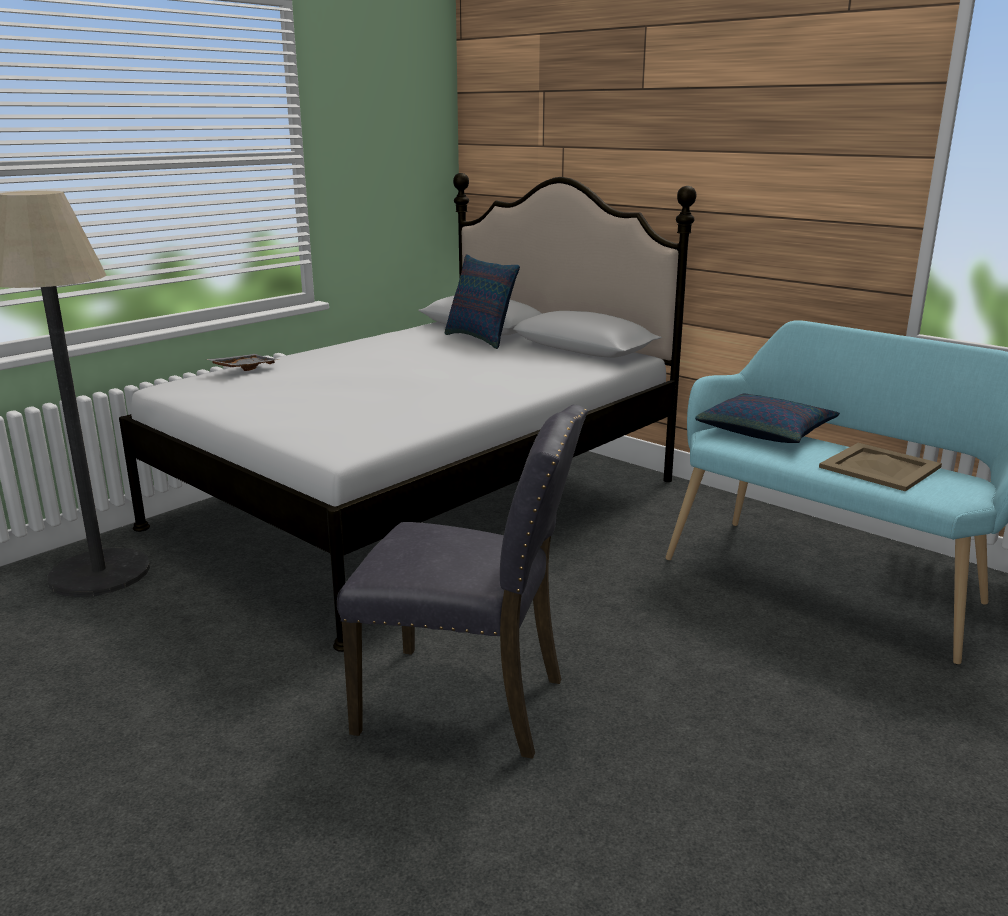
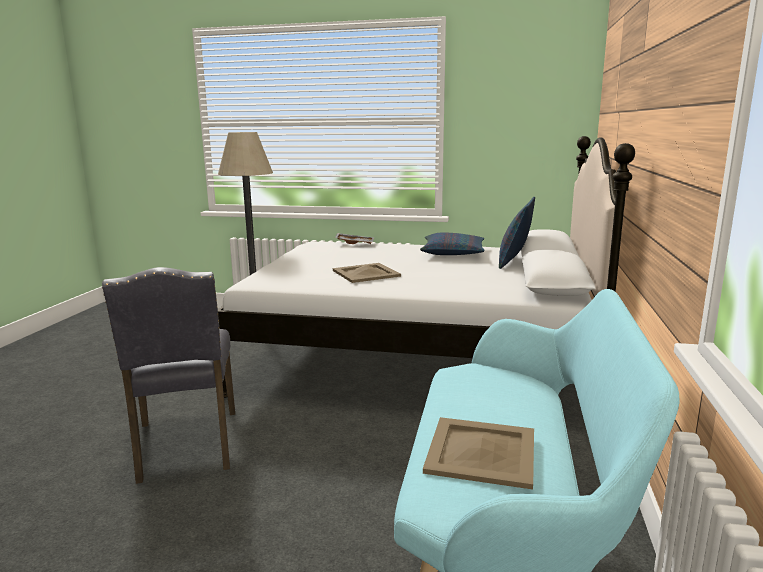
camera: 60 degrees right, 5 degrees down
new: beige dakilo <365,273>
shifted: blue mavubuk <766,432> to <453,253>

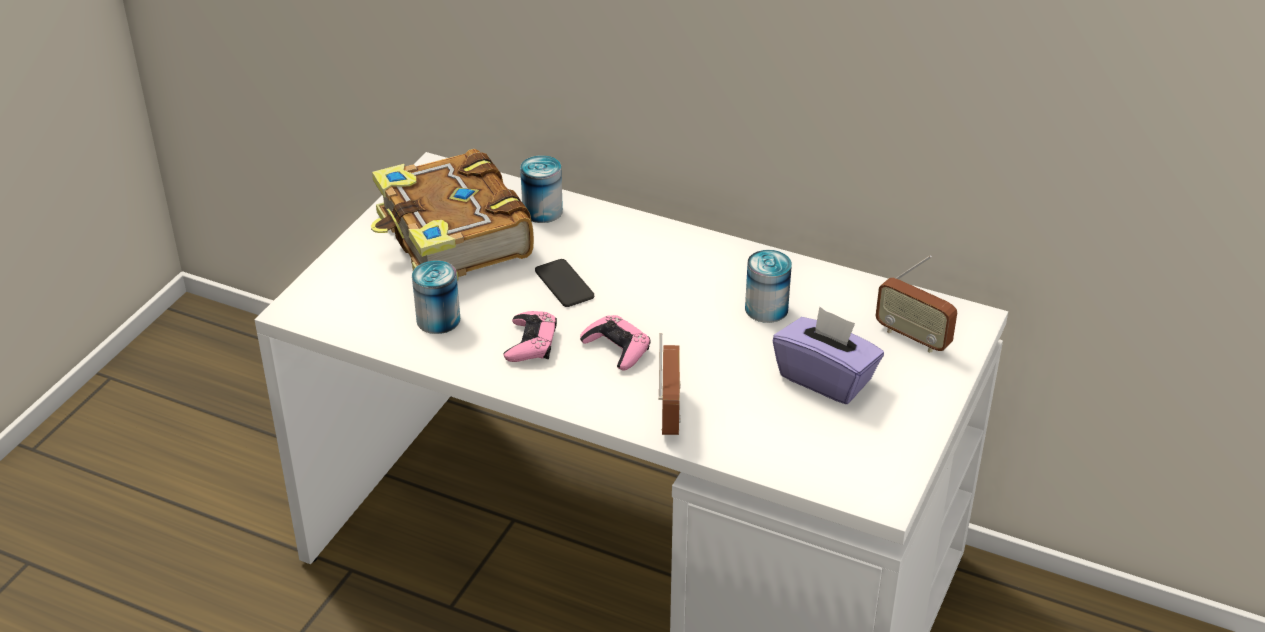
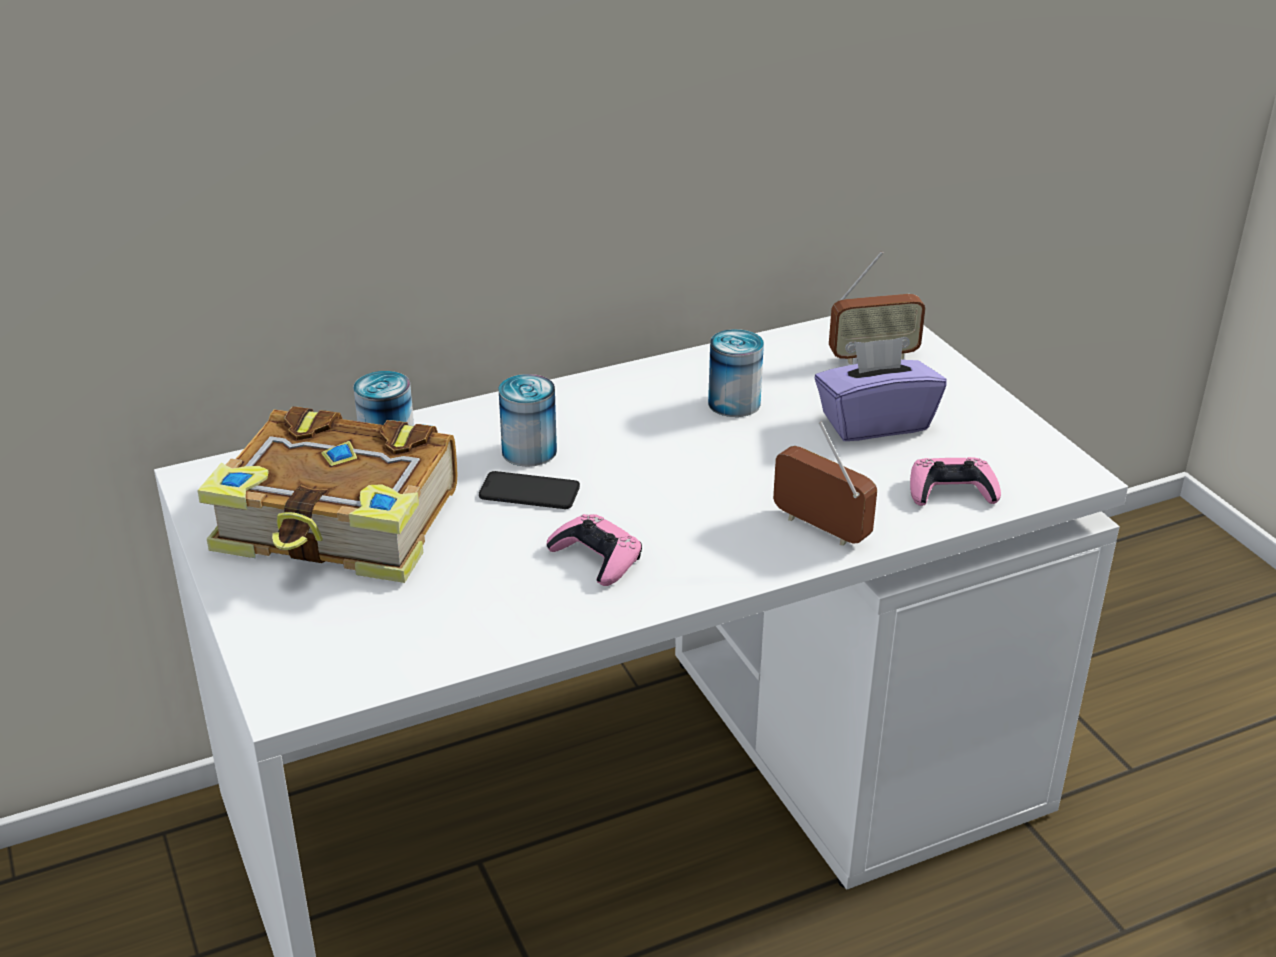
camera: 50 degrees left, 5 degrees down
shifted: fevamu <438,320> to <529,451>; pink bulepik <617,348> to <951,491>

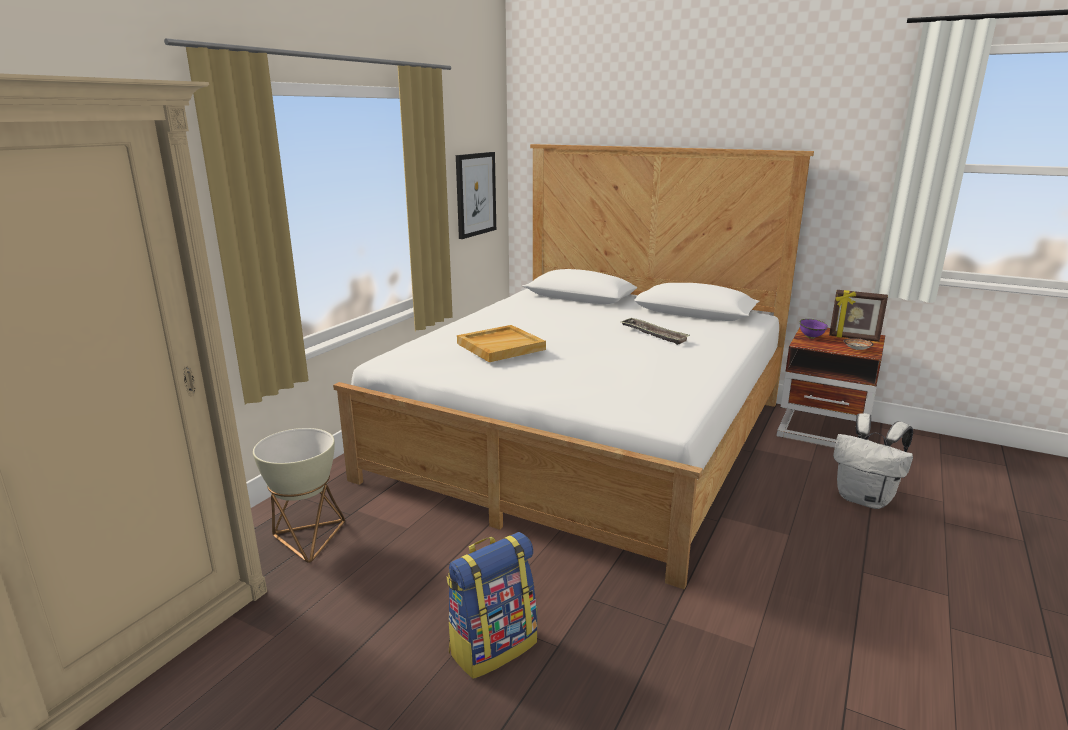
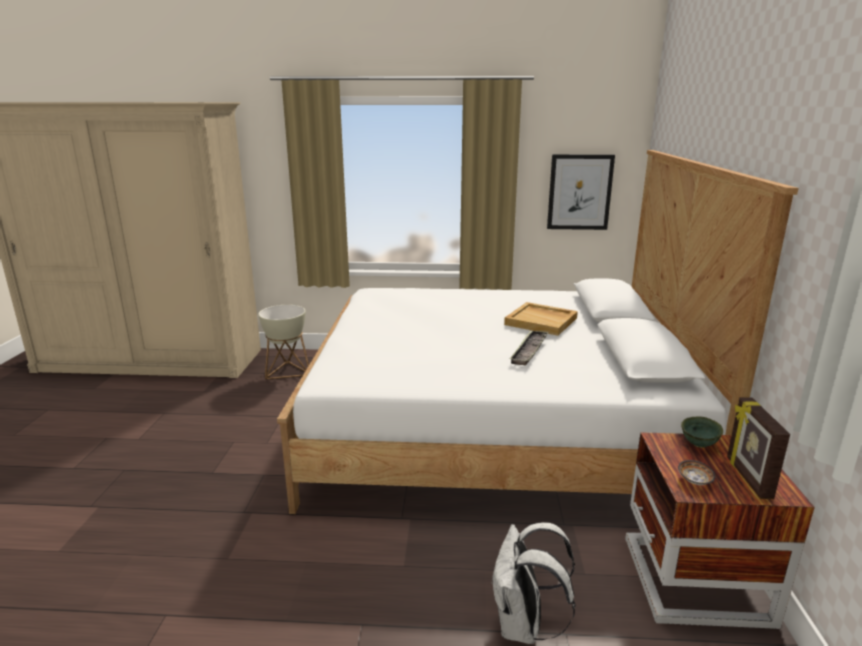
camera: 65 degrees right, 0 degrees up
gone: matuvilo <493,646>
shifted: beige dakilo <501,346> to <541,321>
repainted: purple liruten <811,337> to green liruten <699,445>

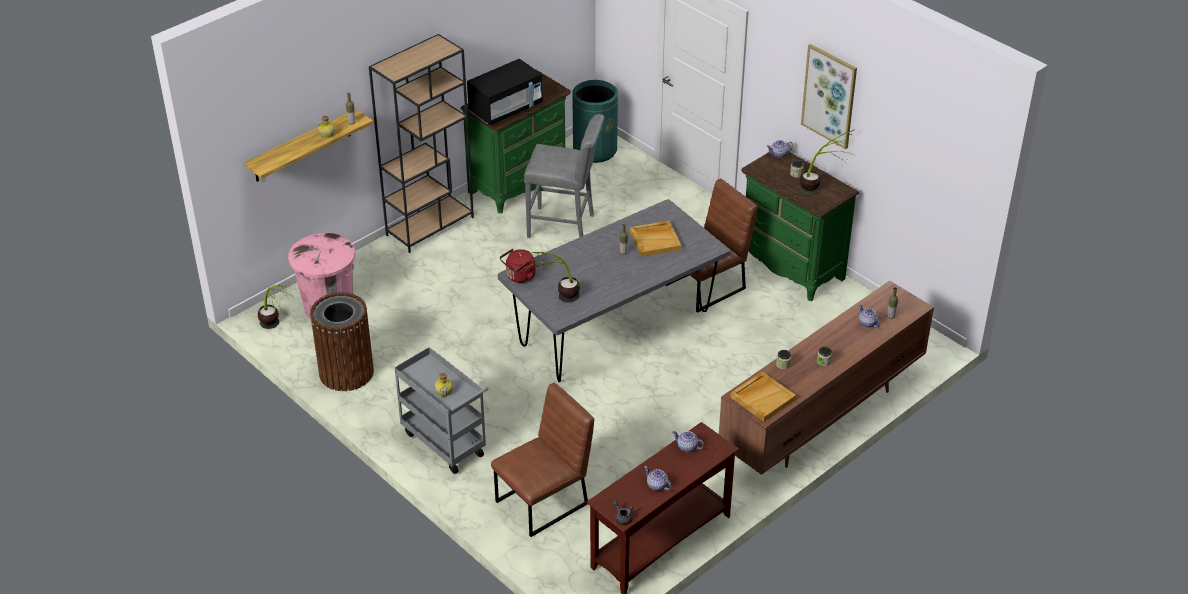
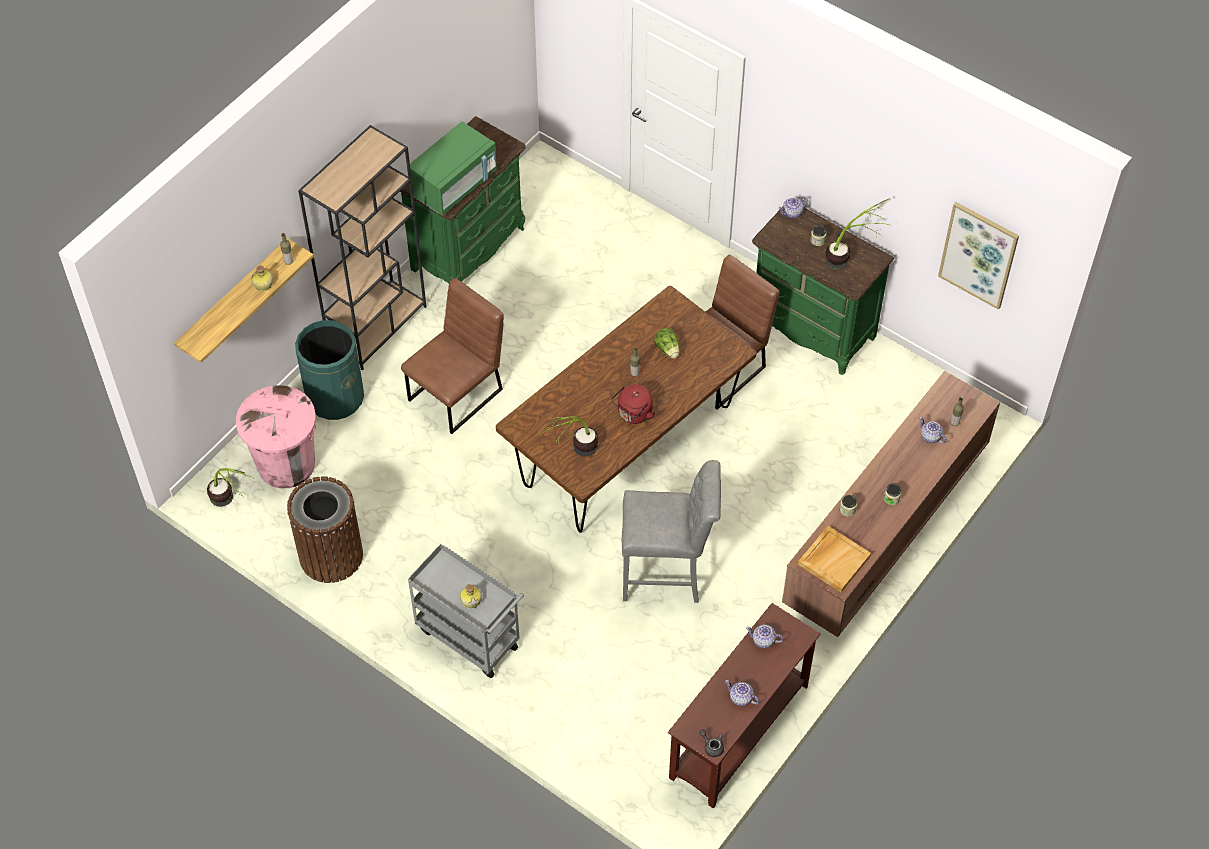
camera: 10 degrees left, 15 degrees up
shifted: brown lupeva <544,501> to <458,393>; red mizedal <519,277> to <633,414>; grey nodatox <565,227> to <667,574>; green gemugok <595,150> to <335,397>; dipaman <829,96> to <978,254>
swapped: beige dakilo <655,240> to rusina <668,349>
repainted: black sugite <506,109> to green sugite <454,185>; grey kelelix <614,329> to brown kelelix <627,448>

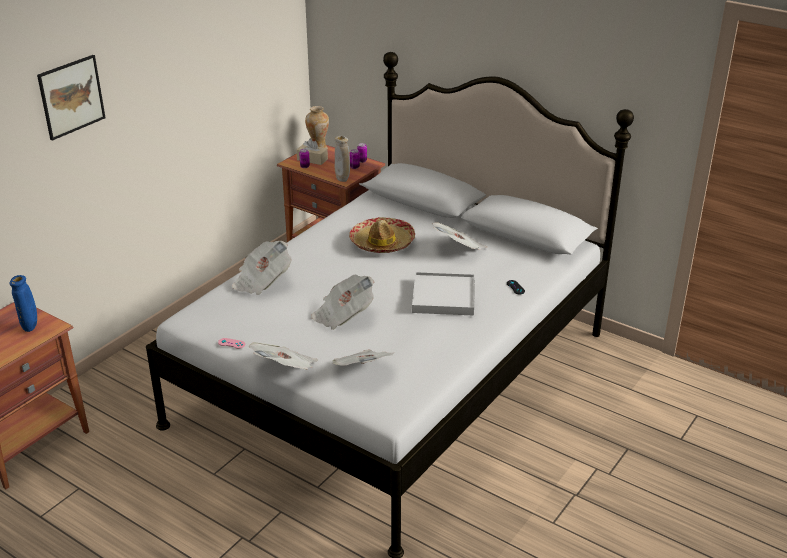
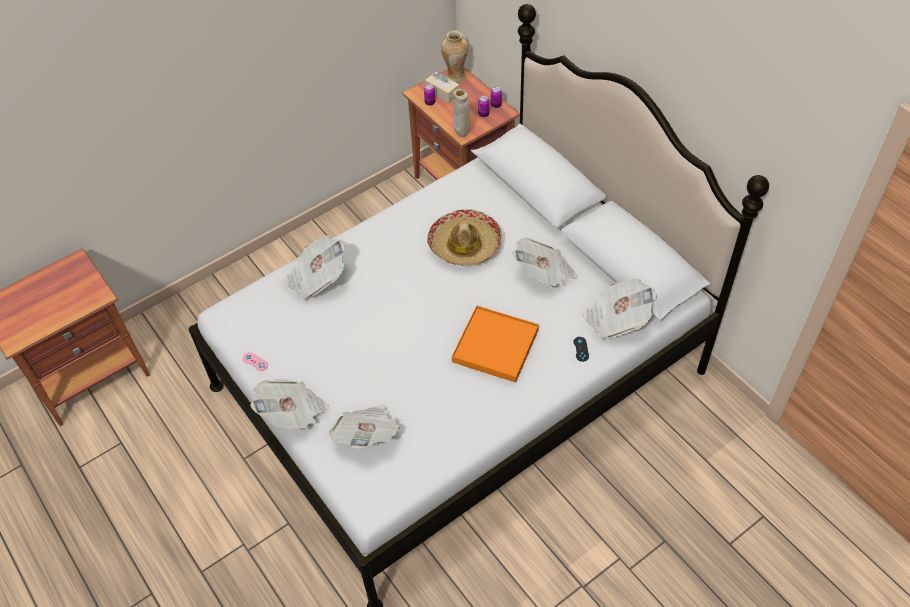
camera: 20 degrees right, 20 degrees up
gone: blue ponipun <30,328>; dipaman <71,96>
shifted: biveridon <343,315> to <616,319>
repainted: white dakilo <443,297> to orange dakilo <495,346>

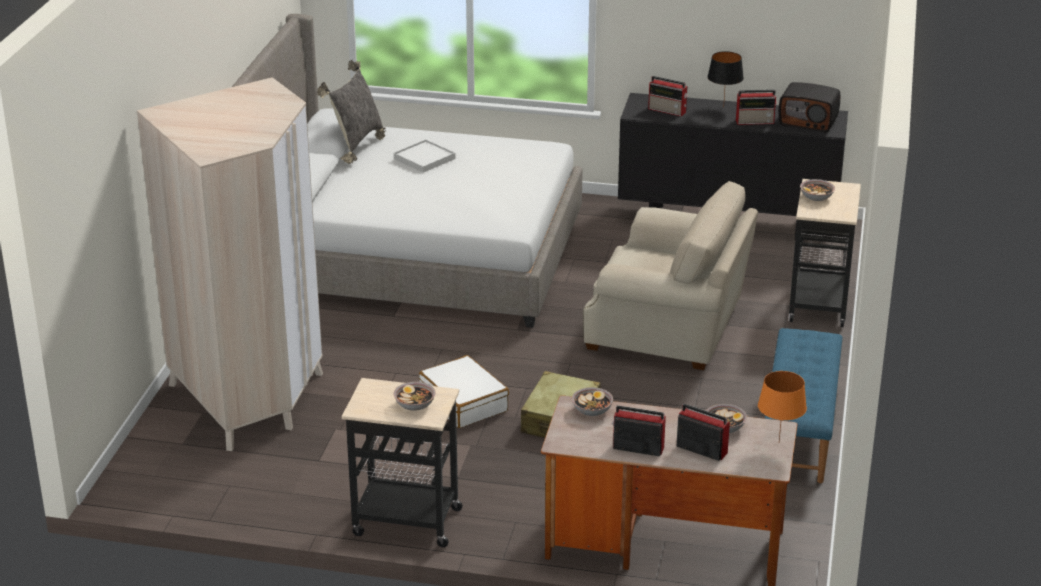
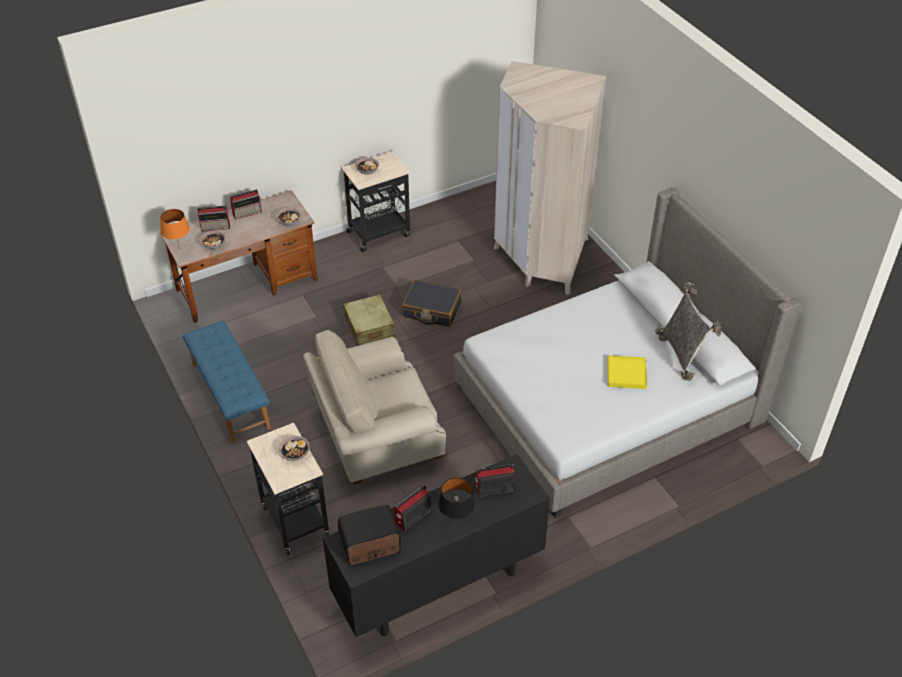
camera: 140 degrees right, 15 degrees up
repainted: white dakilo <424,158> to yellow dakilo <626,374>; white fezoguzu <464,402> to black fezoguzu <432,310>

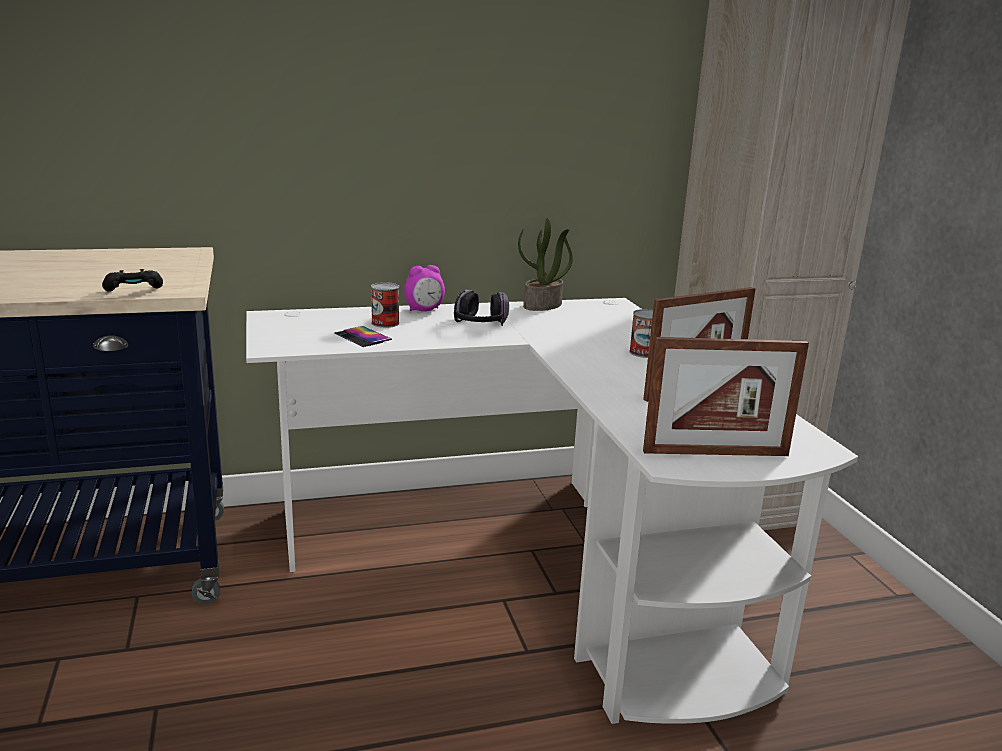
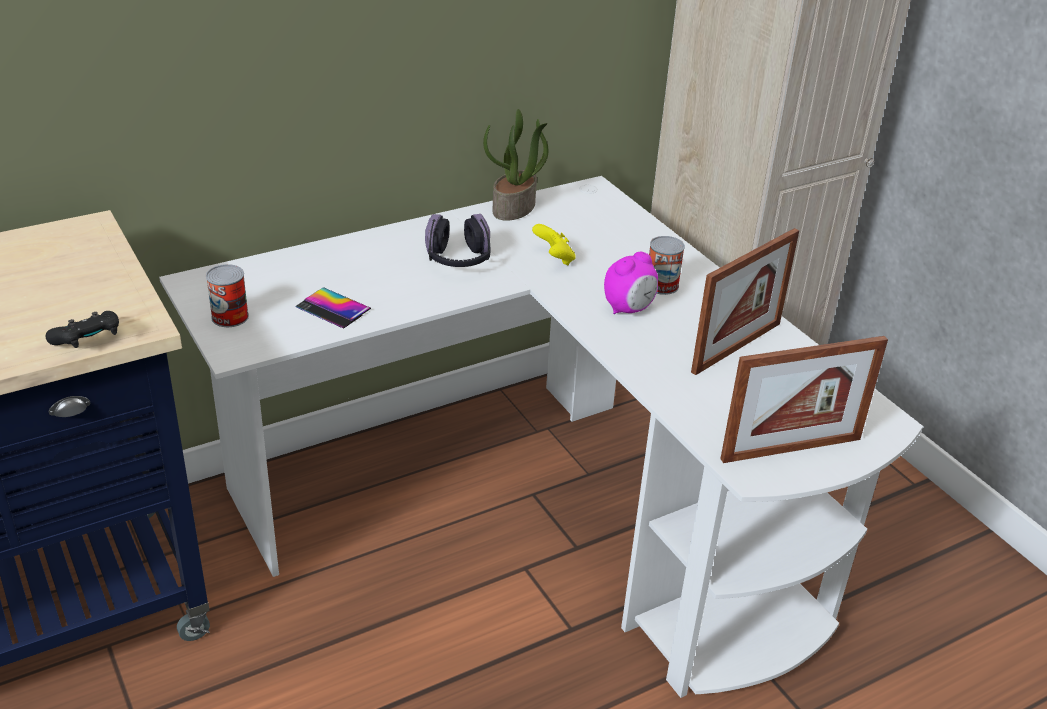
camera: 15 degrees left, 15 degrees up
new: yellow bulepik <554,259>
shifted: fevamu <385,323> to <230,317>; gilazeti <424,310> to <629,309>

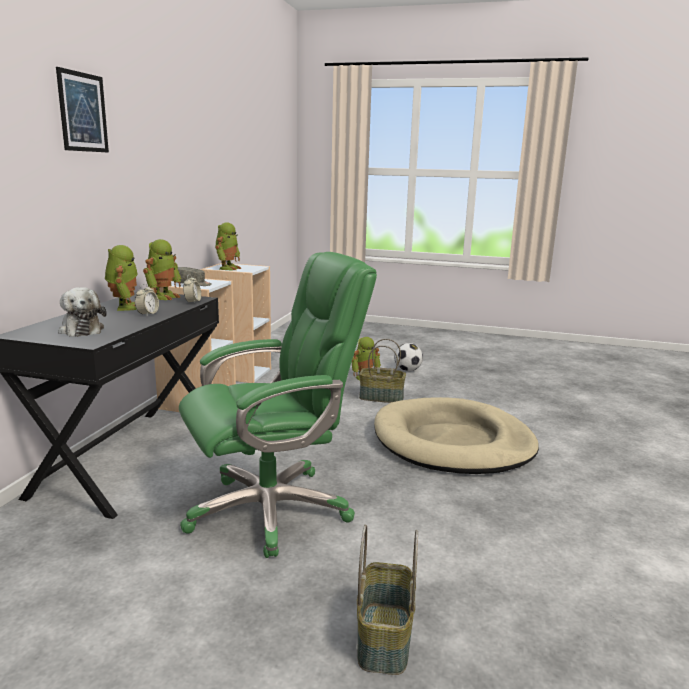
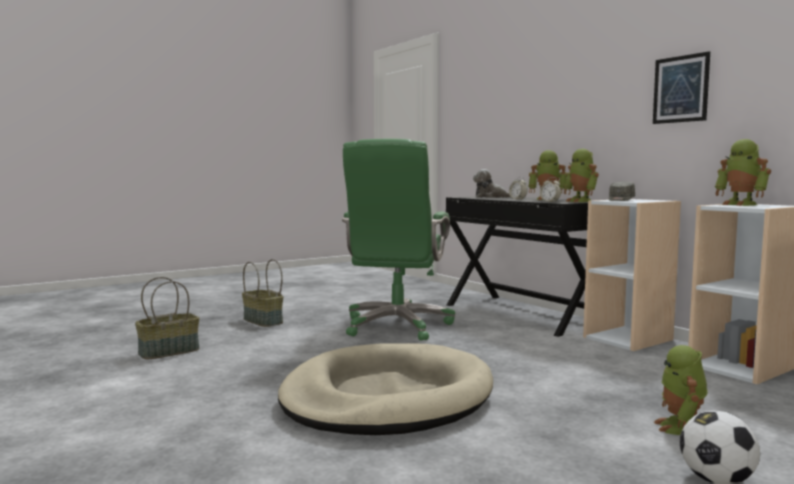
camera: 130 degrees right, 10 degrees down
shifted: dipaman <83,112> to <680,89>; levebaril <381,398> to <169,351>

